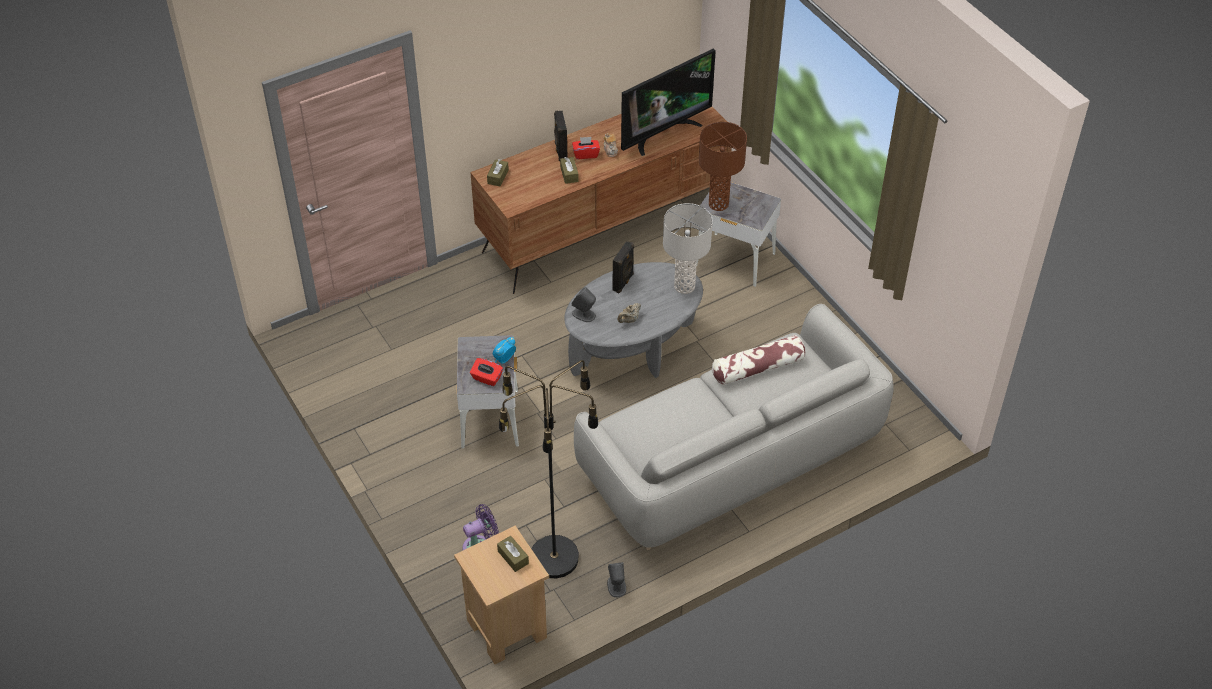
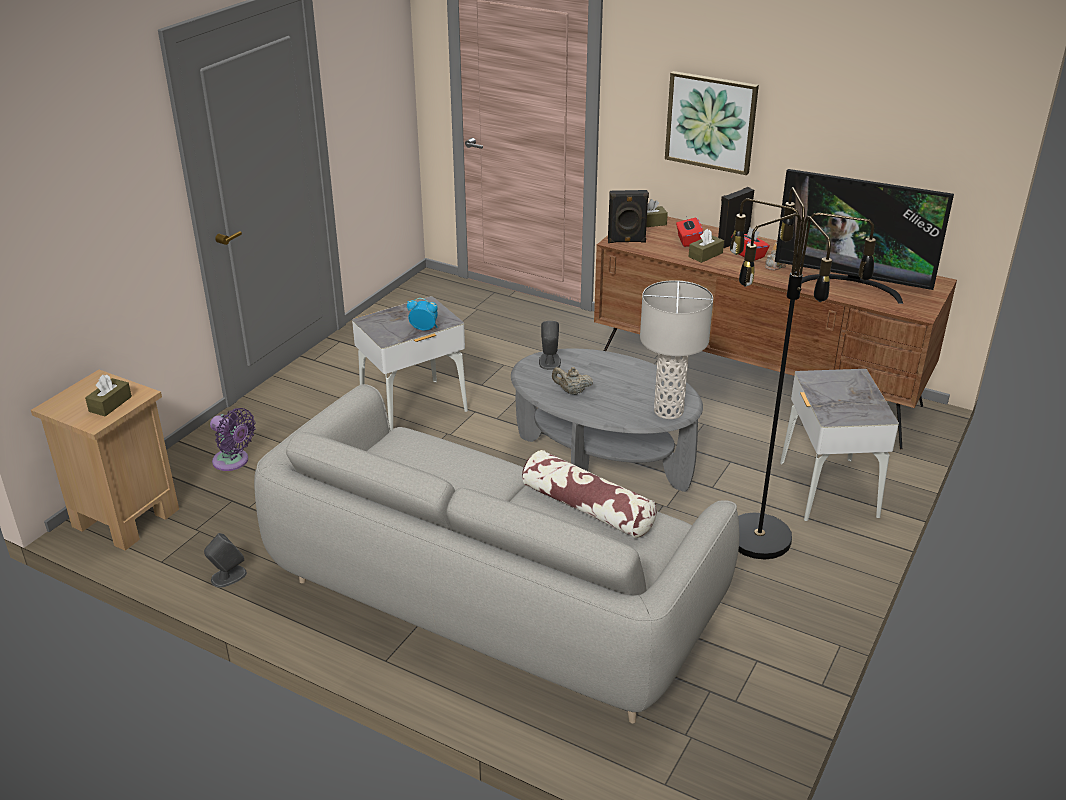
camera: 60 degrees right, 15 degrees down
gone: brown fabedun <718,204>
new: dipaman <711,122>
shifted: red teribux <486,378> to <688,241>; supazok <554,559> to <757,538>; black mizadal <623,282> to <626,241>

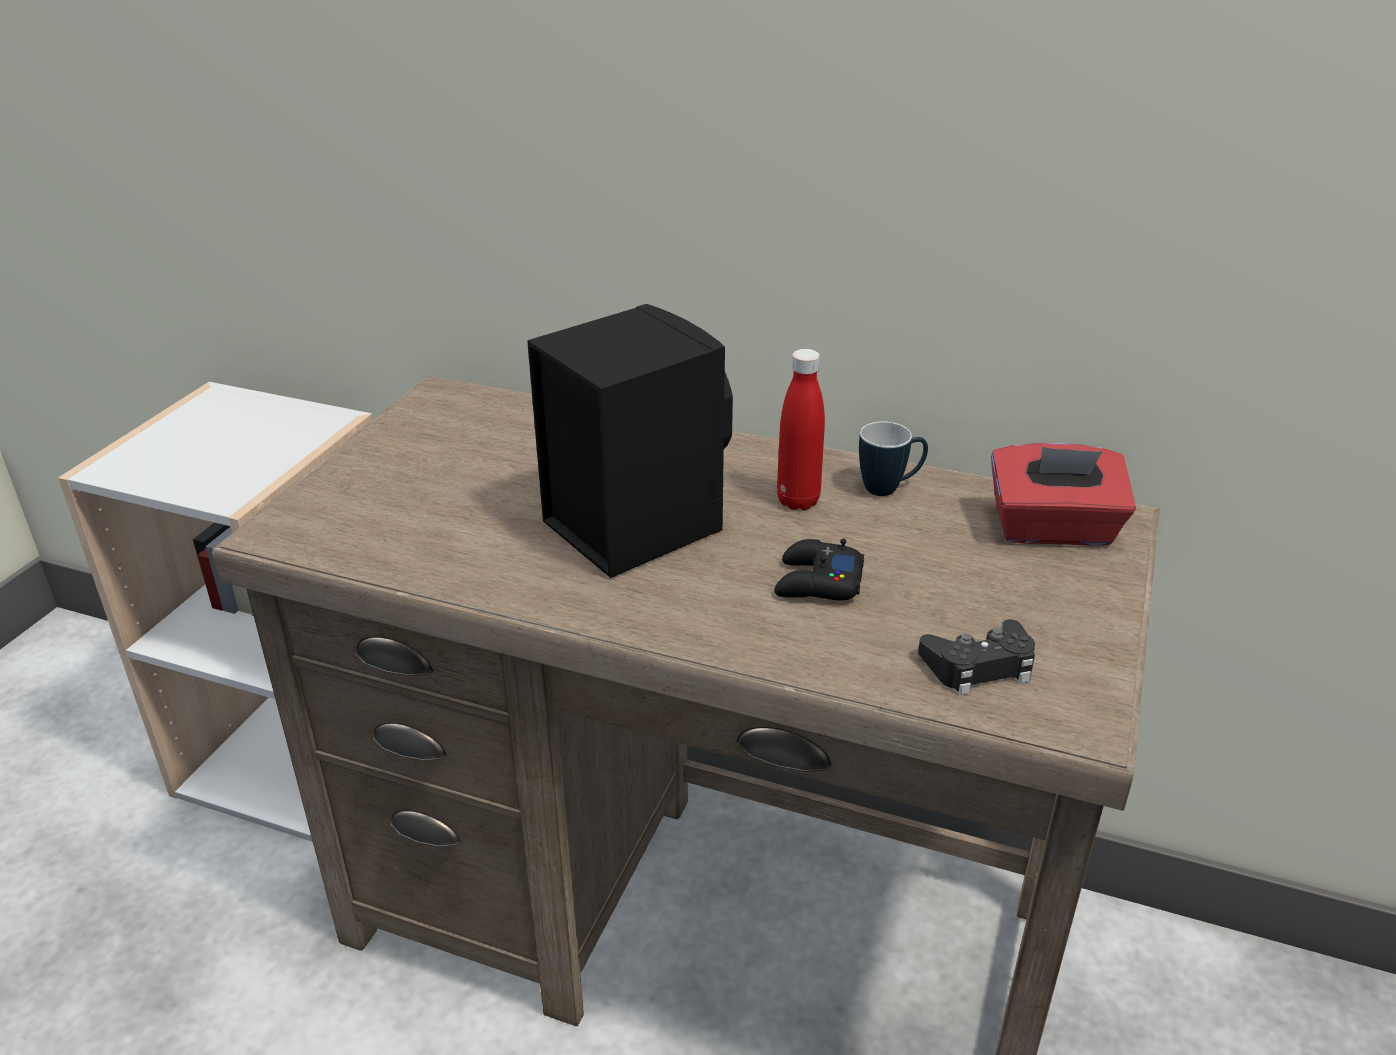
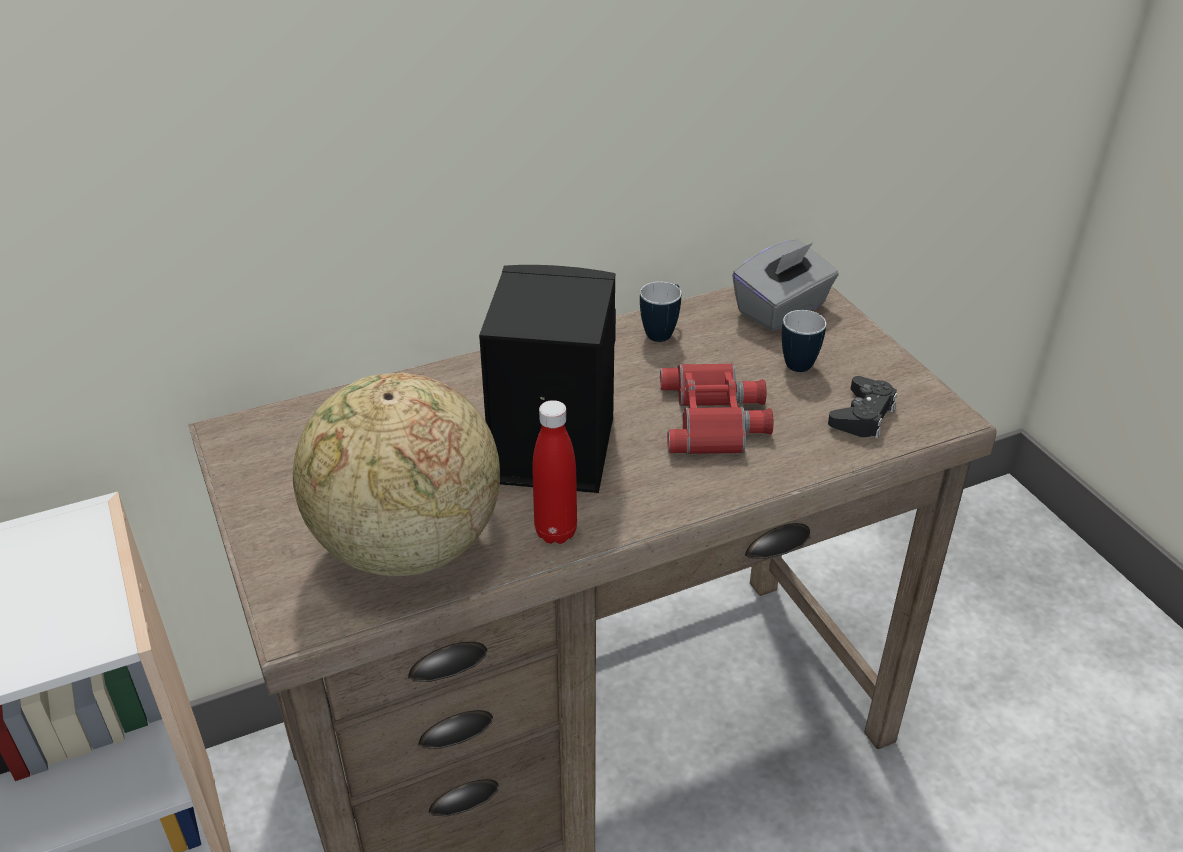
camera: 45 degrees left, 5 degrees up
new: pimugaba <406,547>; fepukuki <798,361>
shifted: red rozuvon <798,501> to <555,532>
swapped: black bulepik <817,582> to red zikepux <716,418>
repainted: red teribux <1053,529> to grey teribux <782,310>

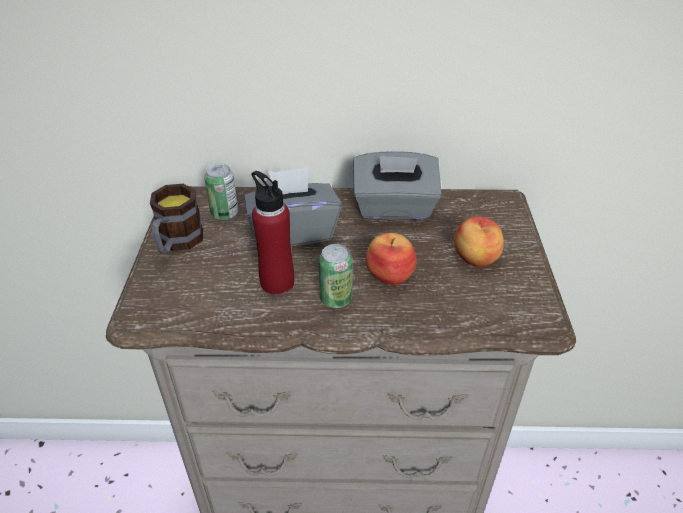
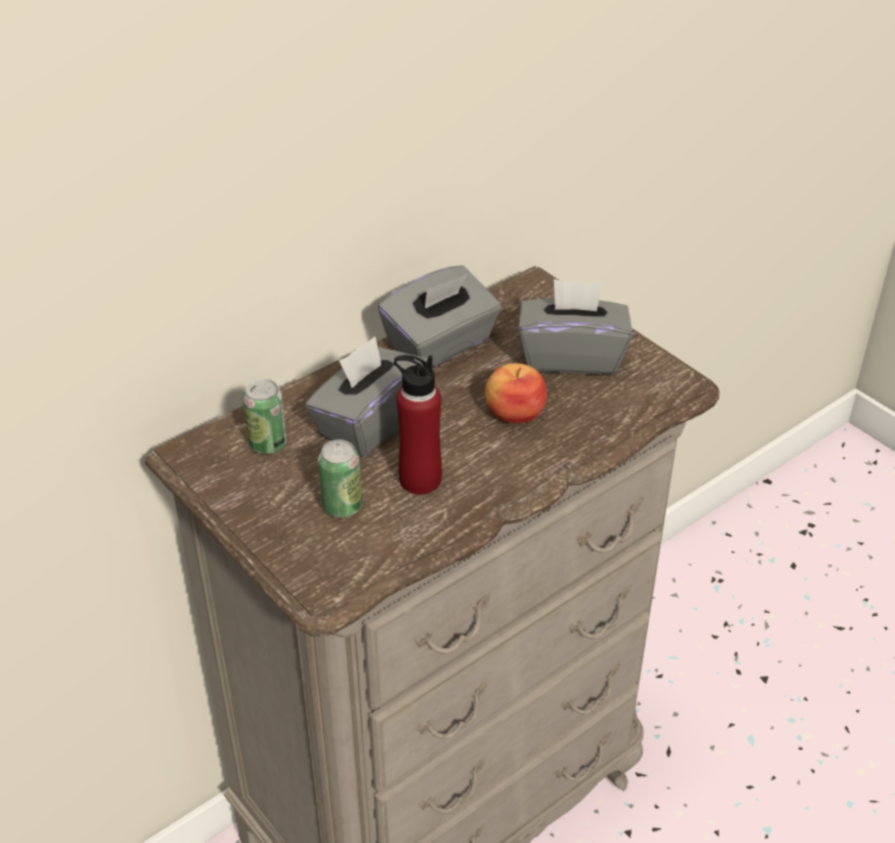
camera: 40 degrees left, 0 degrees up
gone: fepukuki <177,243>
shifted: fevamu <336,299> to <342,506>
swapped: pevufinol <475,258> to grey teribux <571,356>

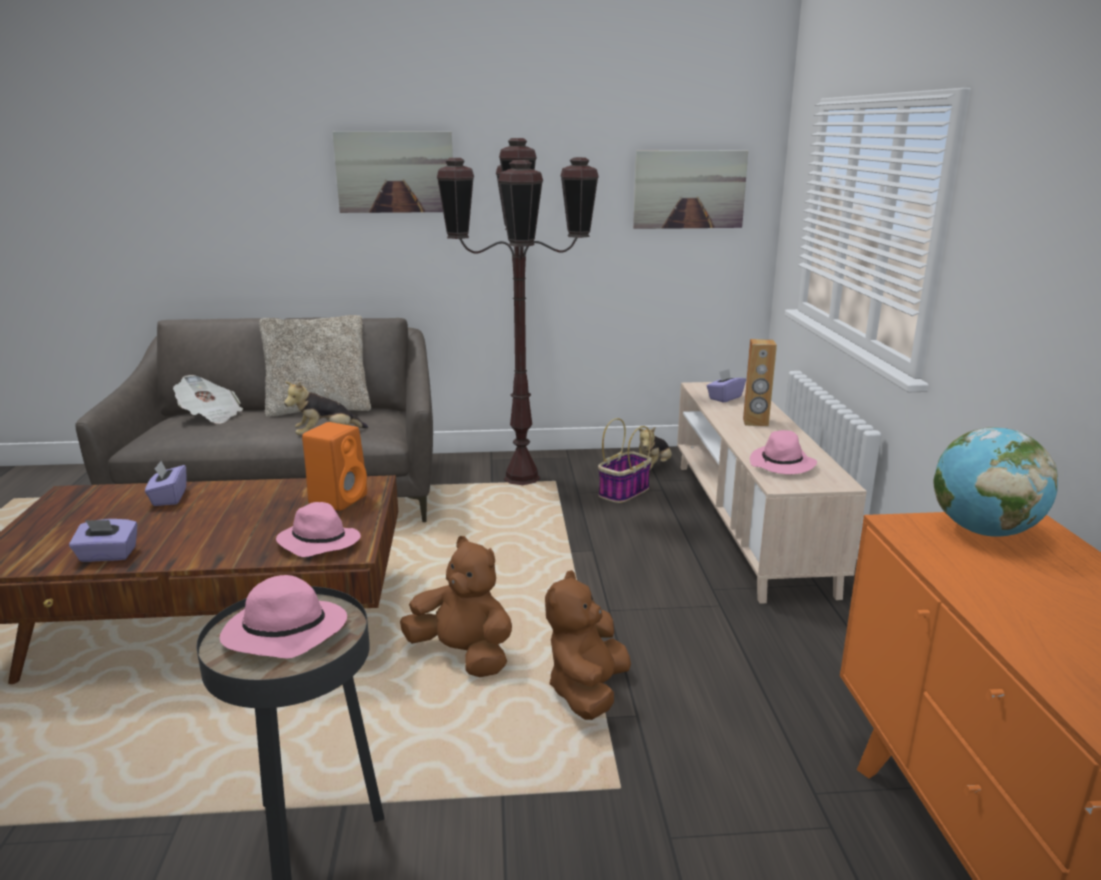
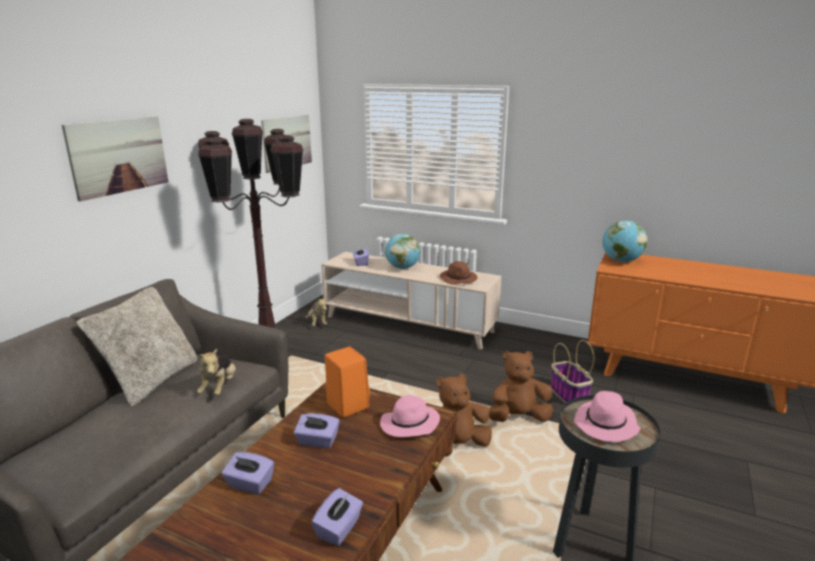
camera: 60 degrees left, 0 degrees up
gone: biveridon <211,415>
new: purple teribux <317,441>
shifted: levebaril <623,492> to <569,395>
swapped: brown mizadal <755,422> to pimugaba <402,268>
repainted: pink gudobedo <782,465> to brown gudobedo <459,279>
rotated: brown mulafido <587,691> = <518,417> 120 degrees clockwise

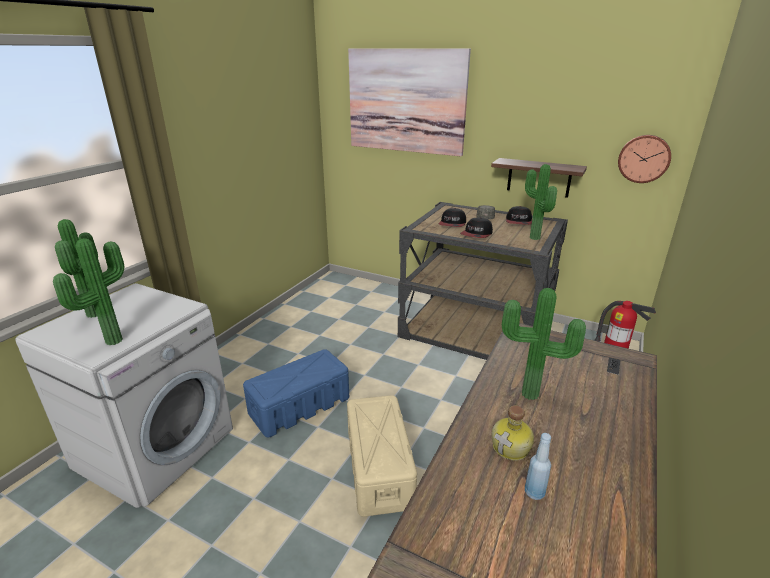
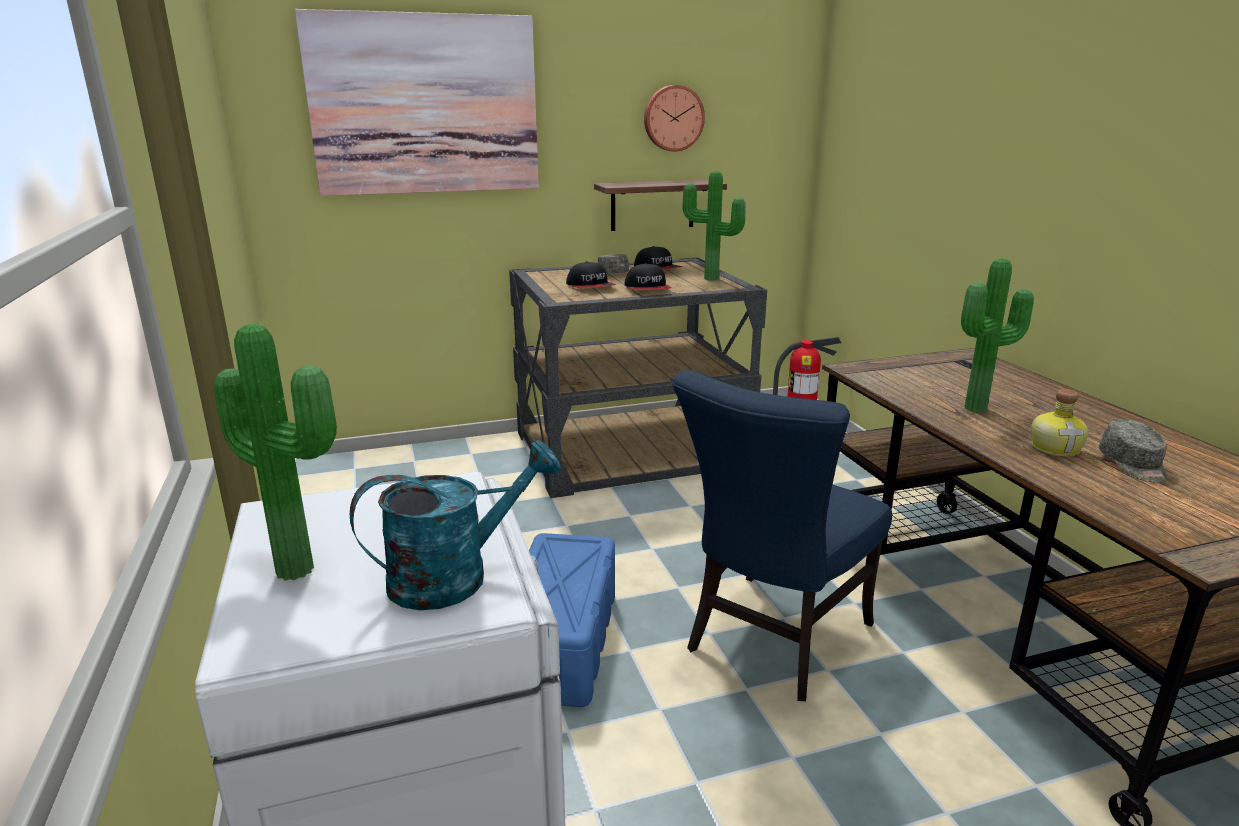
camera: 45 degrees left, 5 degrees down
shifted: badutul <644,158> to <673,118>
swapped: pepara <111,340> to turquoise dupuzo <456,576>; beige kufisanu <379,466> to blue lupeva <772,640>; blue rozuvon <534,493> to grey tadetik <1133,465>

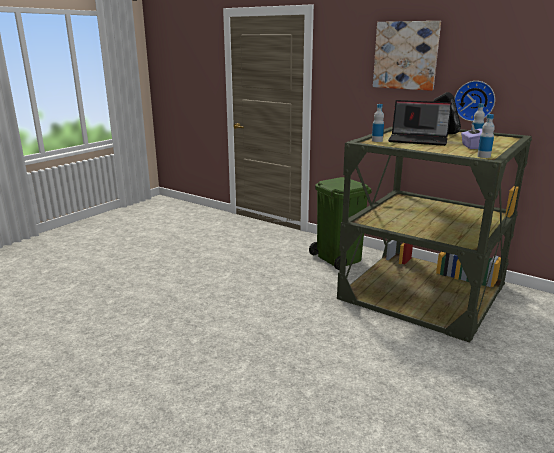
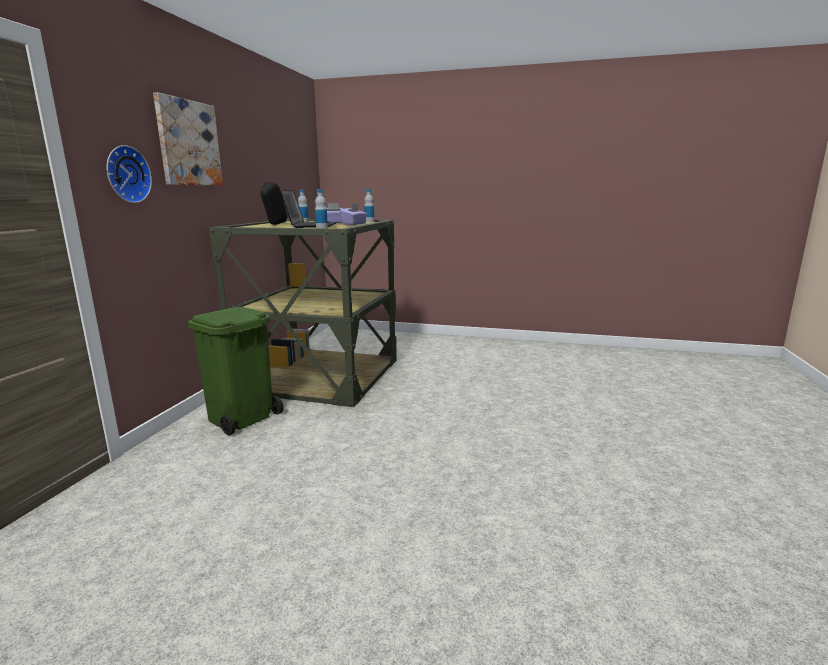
camera: 110 degrees left, 5 degrees down
new: purple teribux <354,224>
shifted: badutul <475,100> to <126,174>

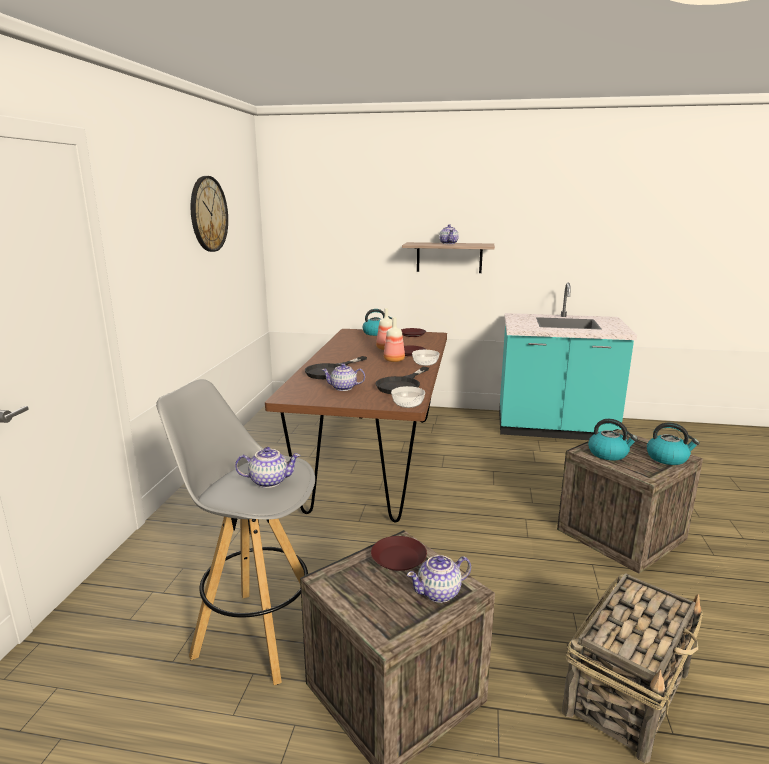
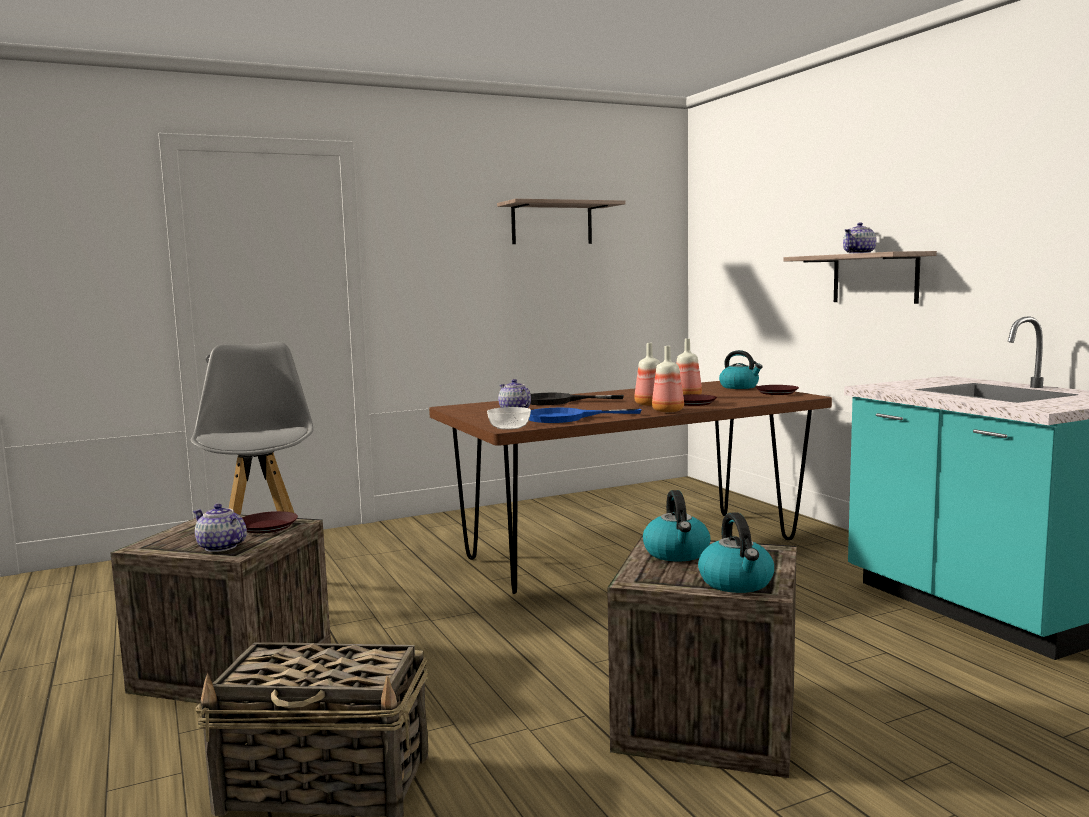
camera: 55 degrees right, 10 degrees down
gone: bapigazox <269,481>
swapped: badutul <208,214> to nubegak <552,224>; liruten <425,363> to rozuvon <669,411>
repainted: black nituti <402,385> to blue nituti <567,418>

